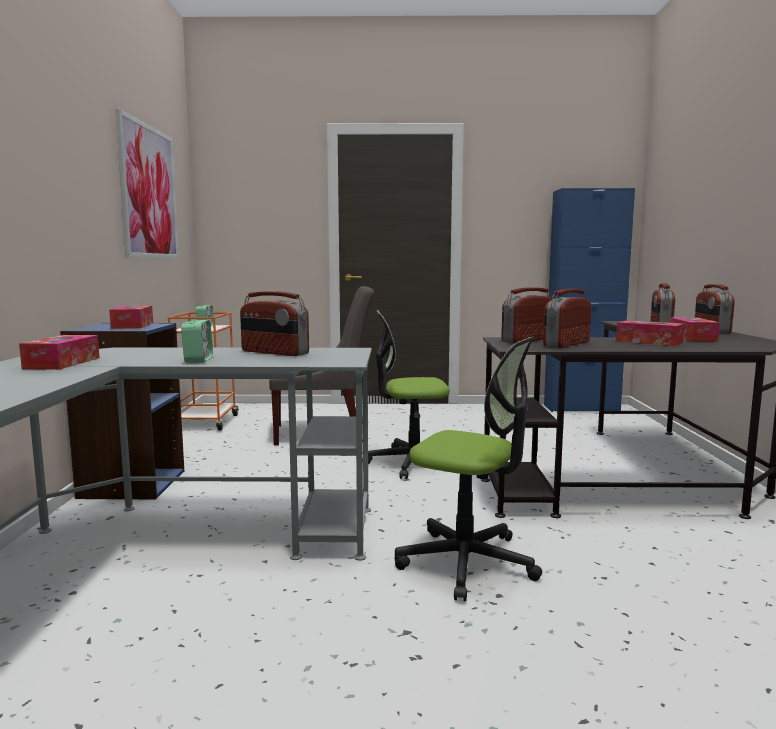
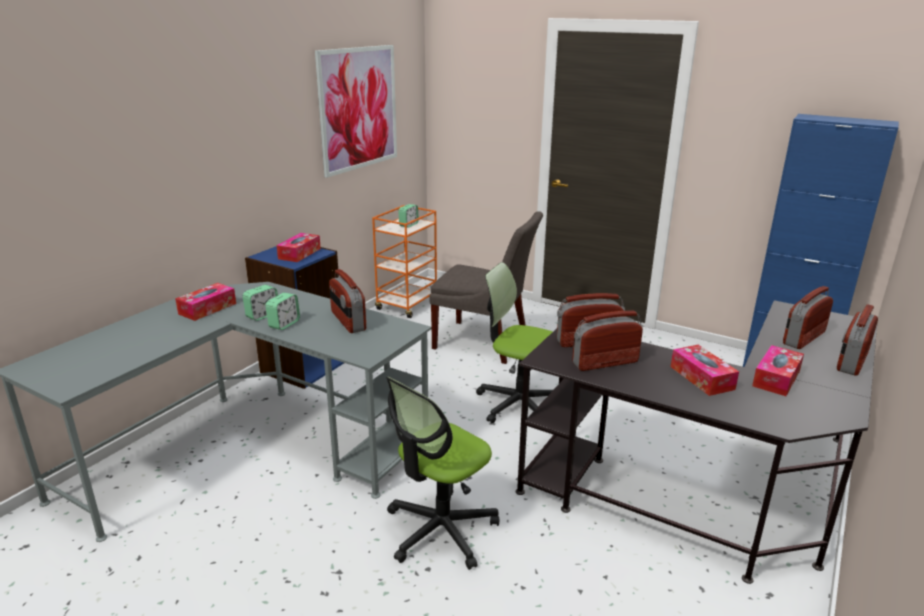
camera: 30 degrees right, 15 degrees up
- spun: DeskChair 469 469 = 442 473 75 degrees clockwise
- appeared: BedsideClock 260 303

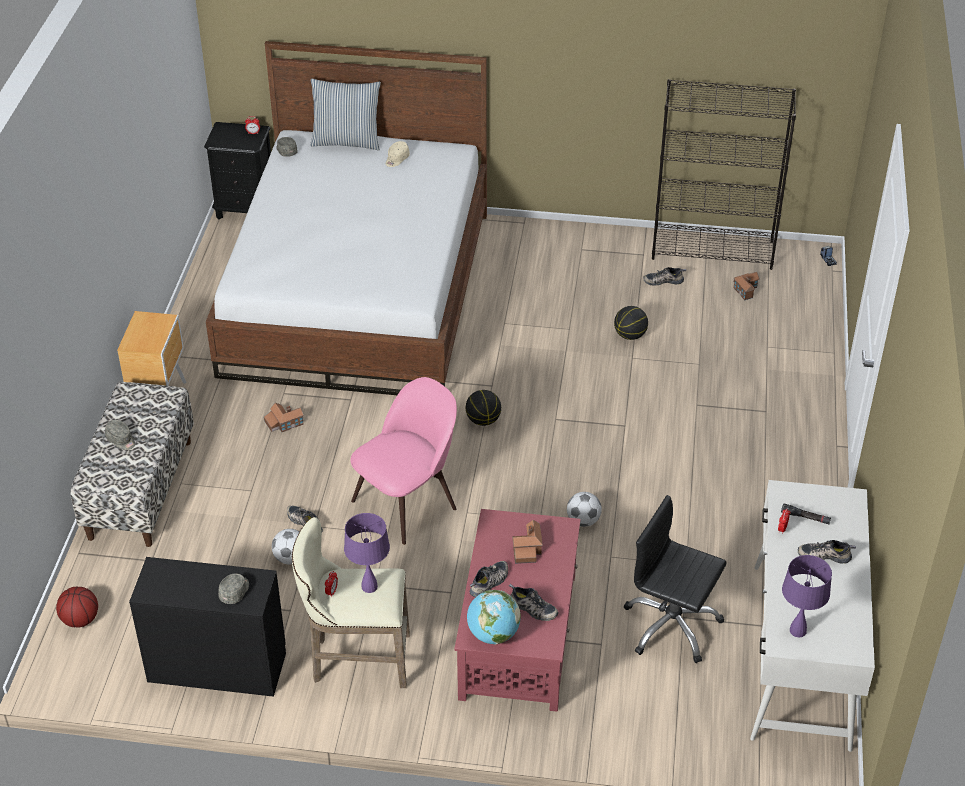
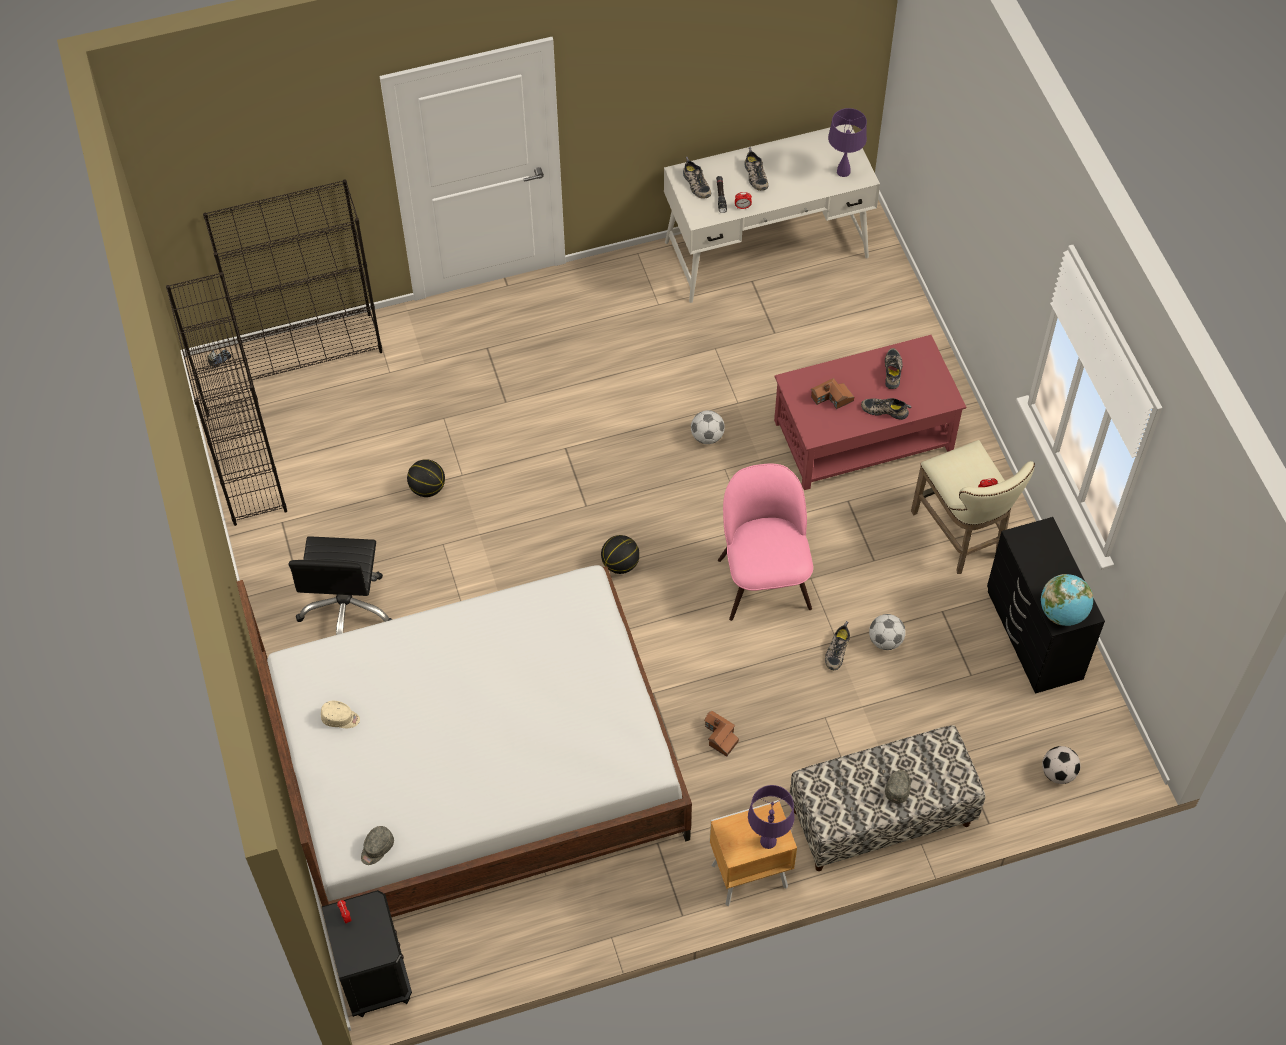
camera: 115 degrees left, 15 degrees up
- missing: ThrowPillow 345 114
- relocated: Shoe 664 276 to 697 178
- missing: ModelHouse 746 286
- spun: PinkPlainChair 403 461 = 765 542 60 degrees clockwise
- relocated: BlackDeskChair 675 579 to 340 585
- relocated: PurpleColouredLampForATable 367 553 to 771 817
- missing: GrayPeakedCap 233 588
- exchanged: BasketballBall 77 607 to BallForFootball 1061 765
- relocated: Globe 494 617 to 1067 600
- appeared: BlackBookshelf 292 281

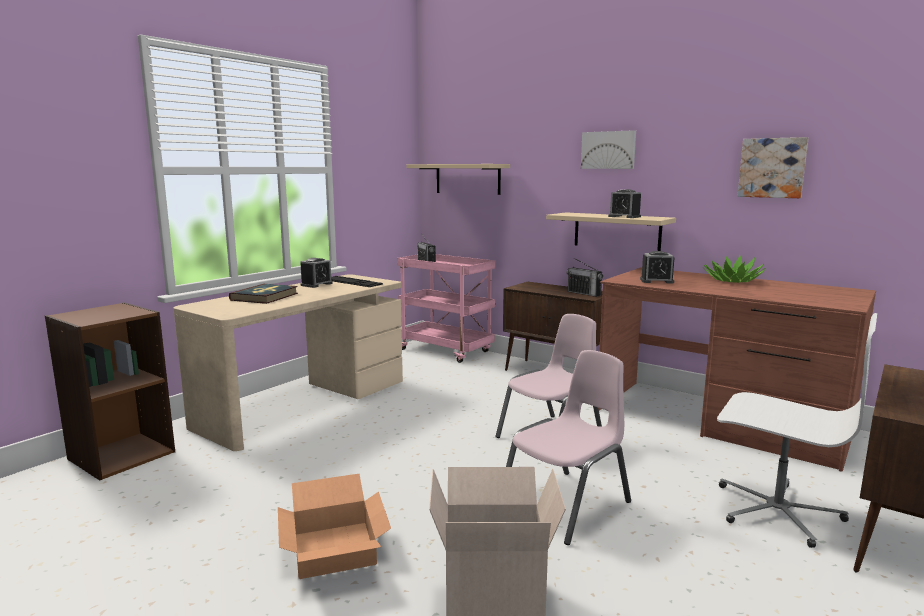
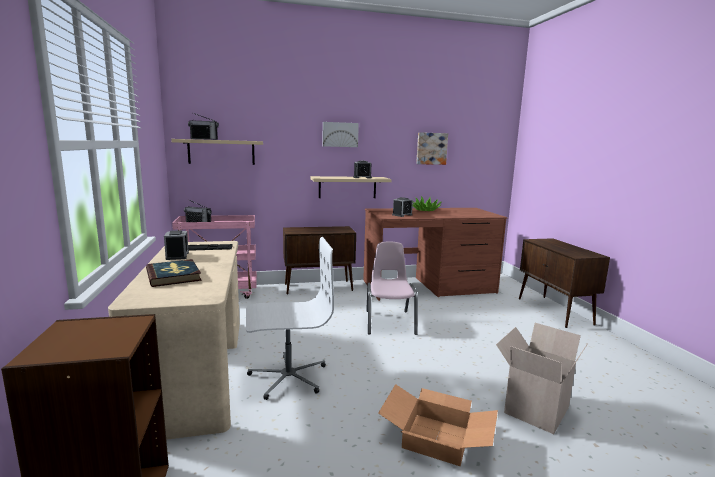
camera: 50 degrees left, 0 degrees up
- relocated: Radio 585 277 to 203 126
- relocated: WhiteColouredDeskChair 797 430 to 290 318
- missing: PinkPlainChair 568 447

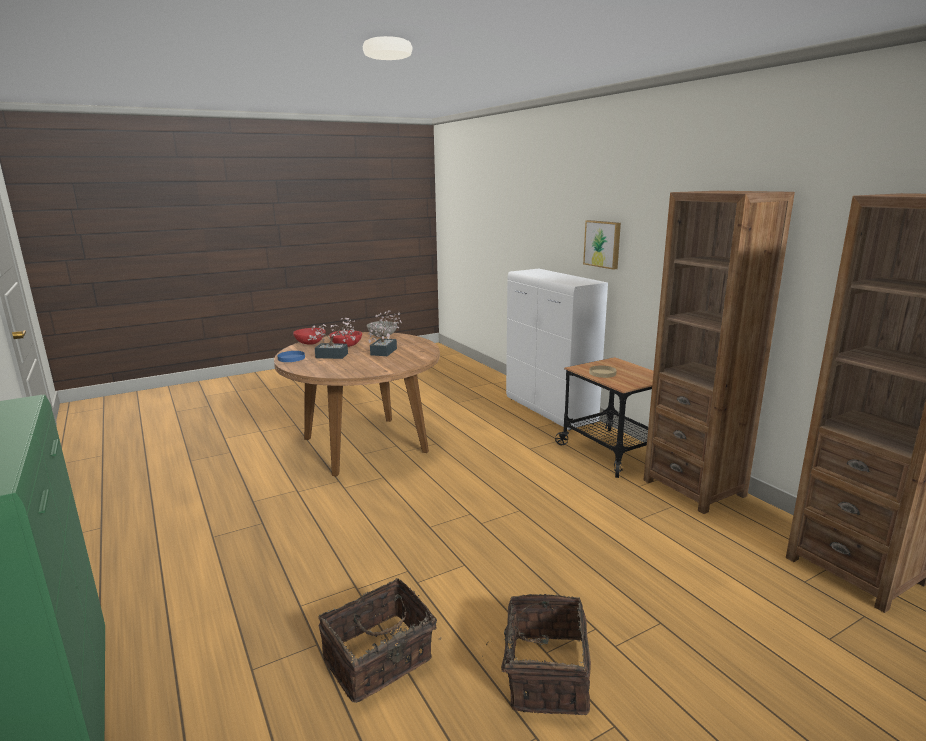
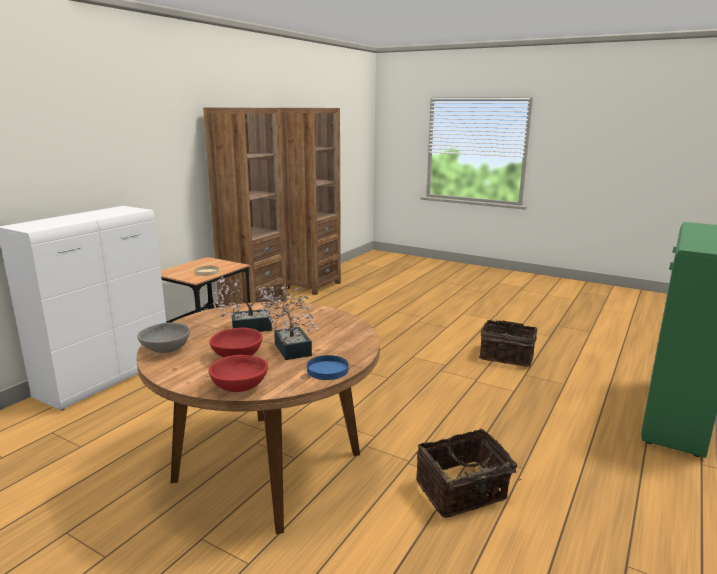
camera: 120 degrees left, 0 degrees up
- missing: WallArt 602 245
- relocated: StorageBasket 538 654 to 468 473

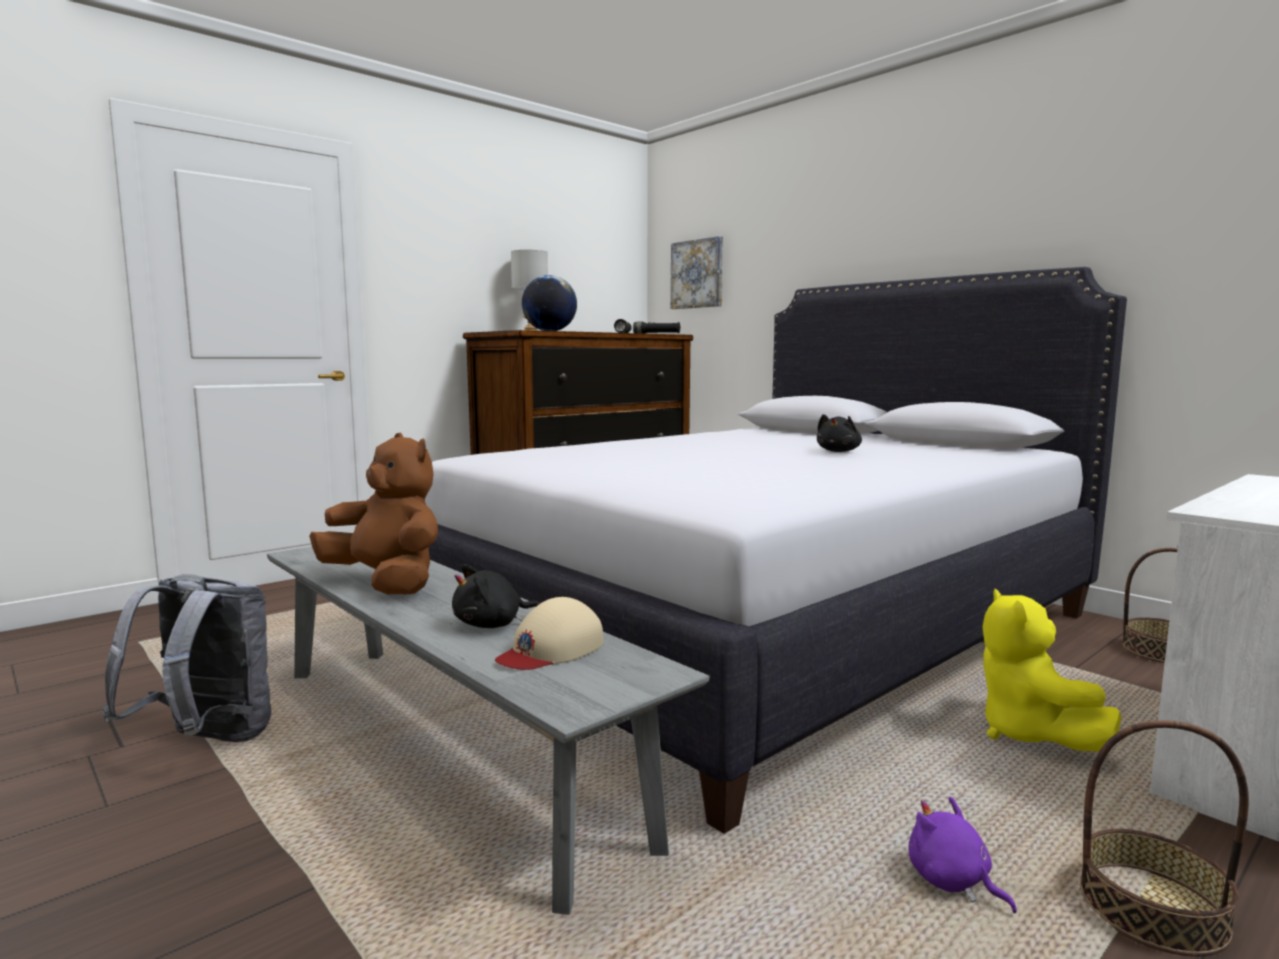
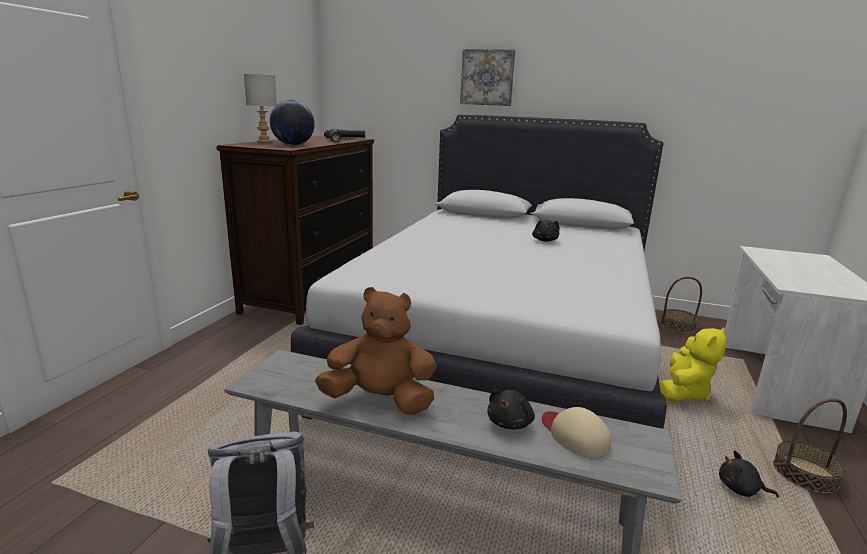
camera: 30 degrees left, 10 degrees up
- relocated: WallArt 697 272 to 487 77
- spun: YellowishSoftToy 1051 669 = 693 364 105 degrees counterclockwise
- spun: BeigePeakedCap 549 633 = 576 432 135 degrees clockwise
- colour: PurpleColouredSoftToy 962 854 to BlackSoftToy 749 474

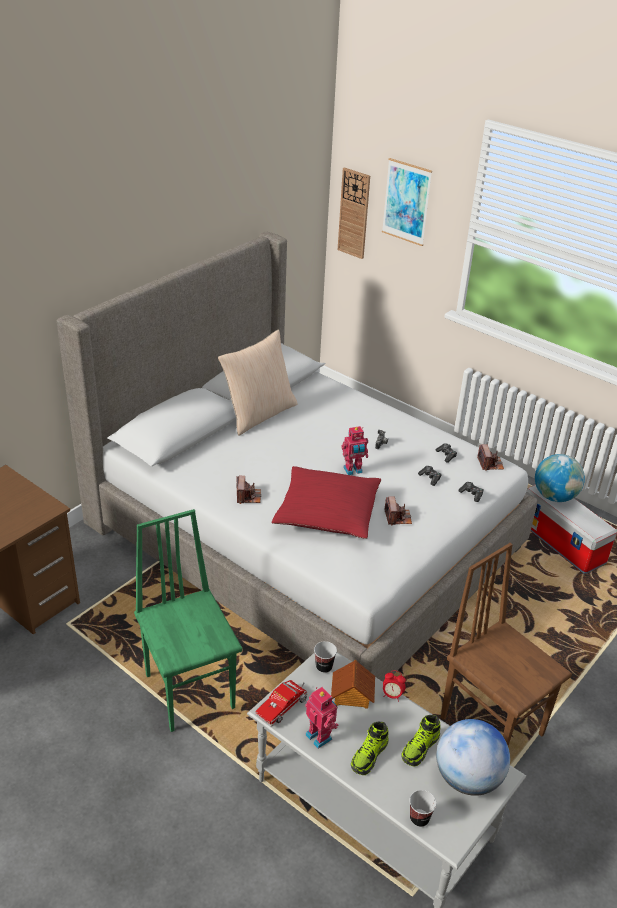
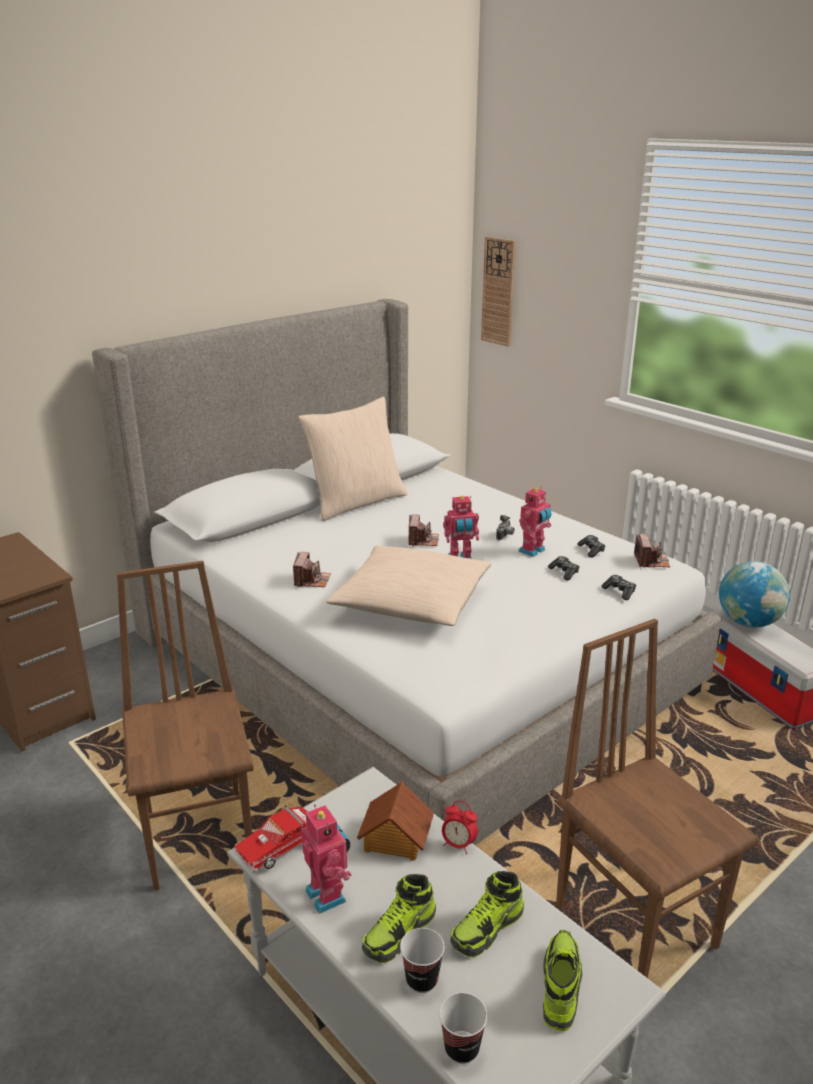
camera: 10 degrees right, 10 degrees down
- missing: WallArt 407 202
- colour: RedThrowPillow 326 502 to BeigeThrowPillow 408 585
- relocated: PhotoCamera 398 511 to 424 530
- colour: GreenPlainChair 188 620 to BrownPlainChair 185 726
- relocated: SmallCup 325 657 to 422 960
- exchanged: Globe 473 757 to Shoe 562 980
- appeared: ModelRobot 535 522

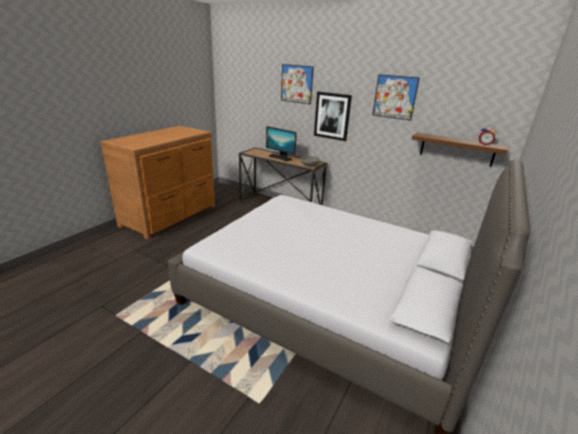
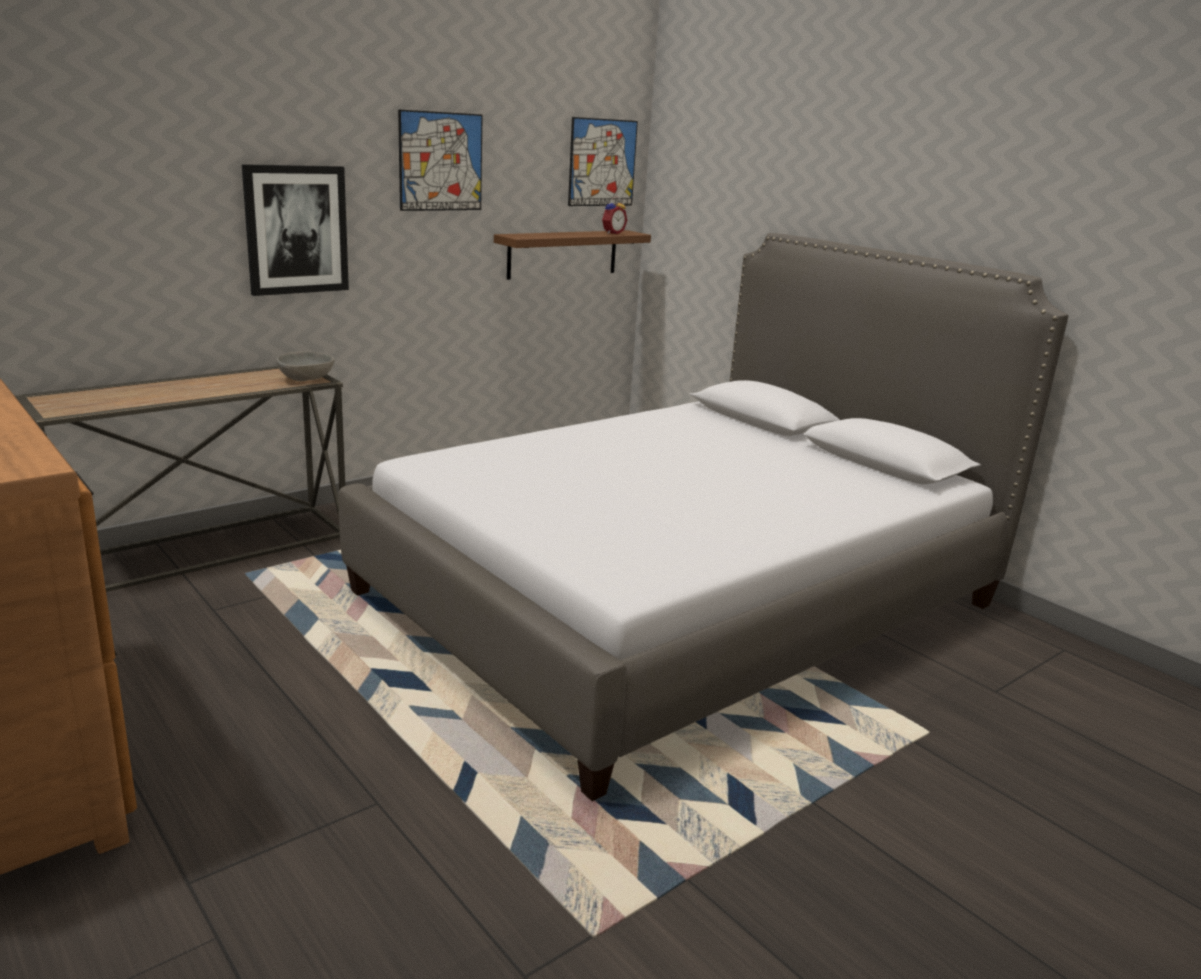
camera: 70 degrees left, 5 degrees down
- relocated: WallArt 297 84 to 603 161
- missing: Monitor 281 143

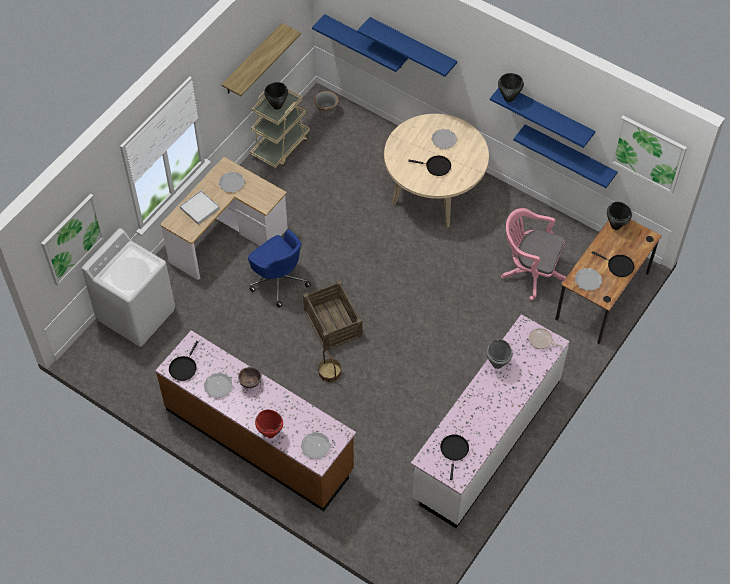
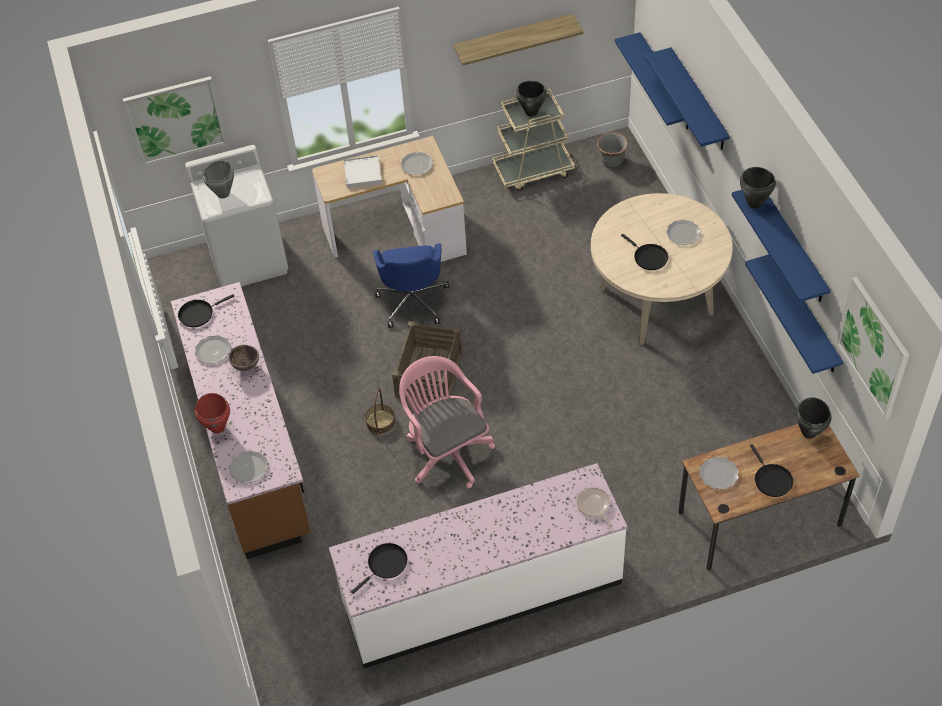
camera: 40 degrees right, 5 degrees down
- relocated: PinkDeskChair 533 254 to 447 422
- relocated: GrayStockpot 499 354 to 218 179

